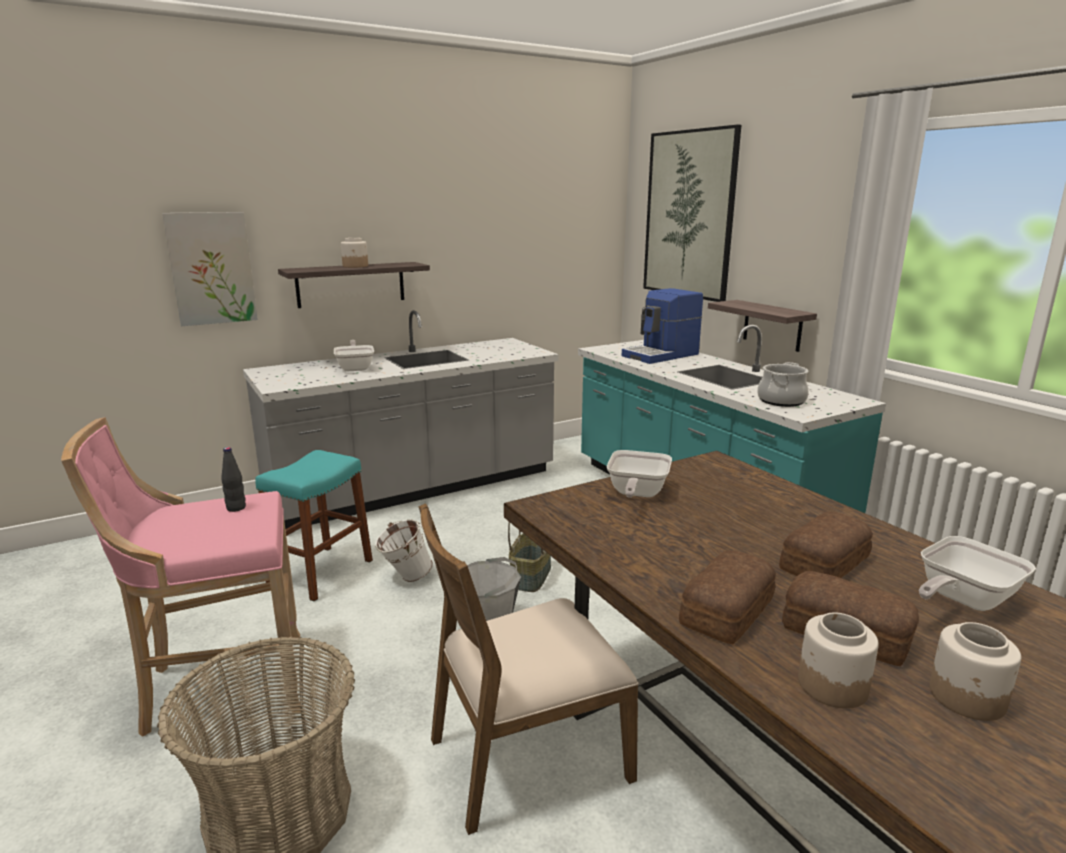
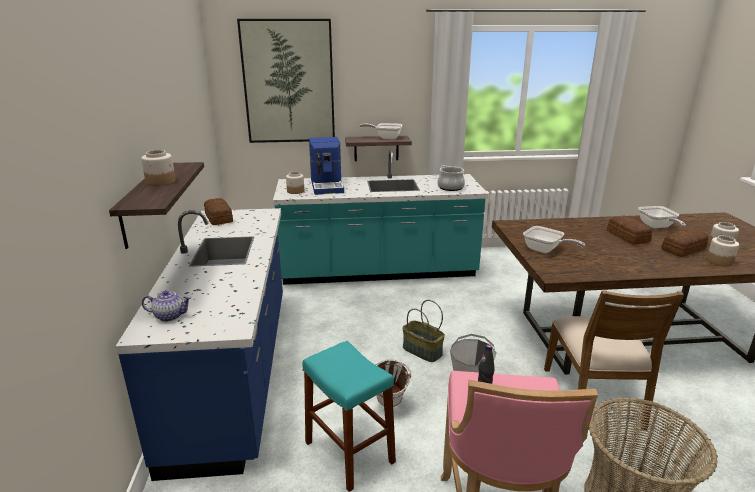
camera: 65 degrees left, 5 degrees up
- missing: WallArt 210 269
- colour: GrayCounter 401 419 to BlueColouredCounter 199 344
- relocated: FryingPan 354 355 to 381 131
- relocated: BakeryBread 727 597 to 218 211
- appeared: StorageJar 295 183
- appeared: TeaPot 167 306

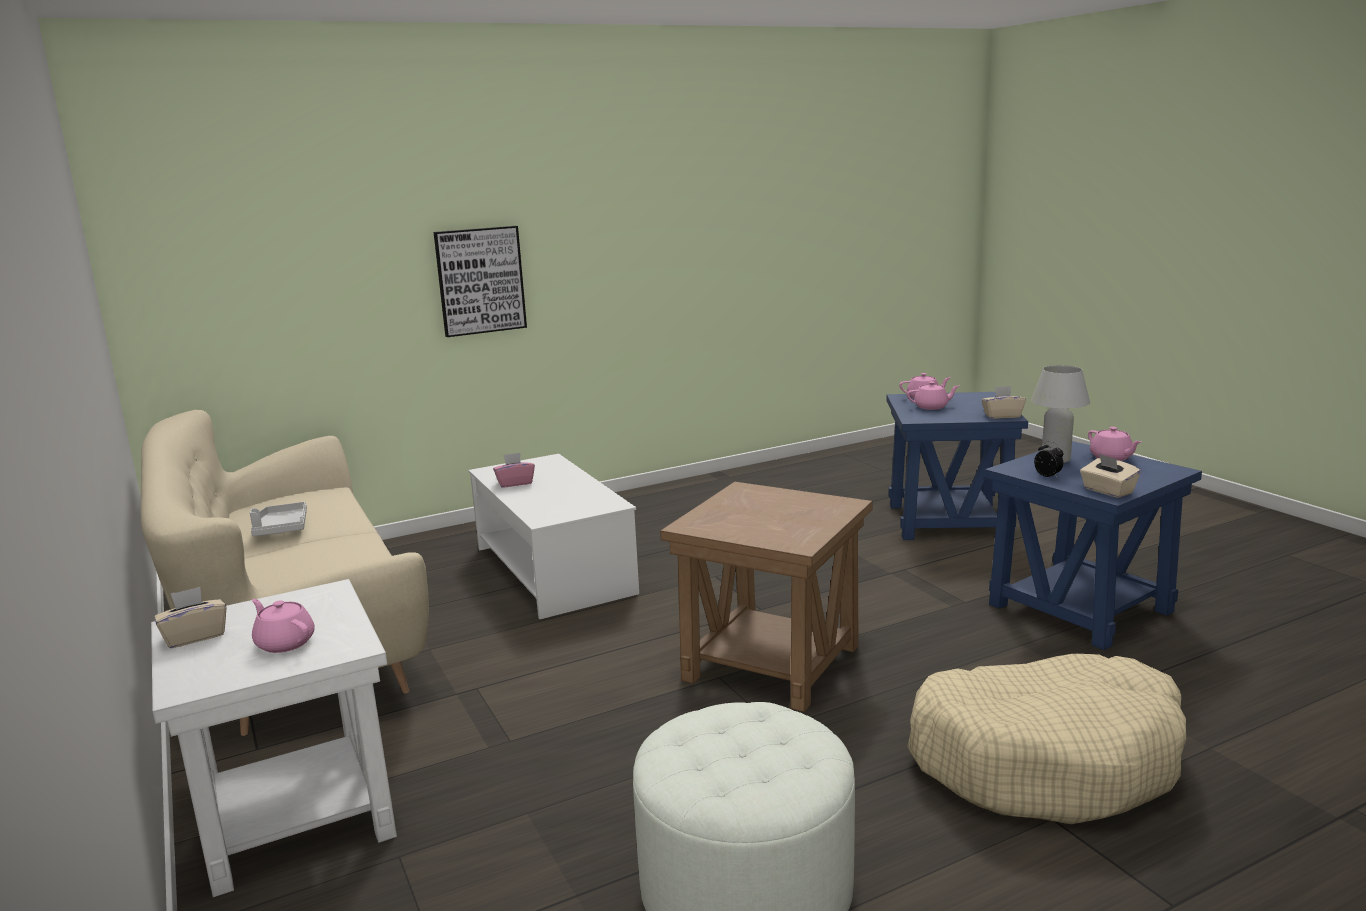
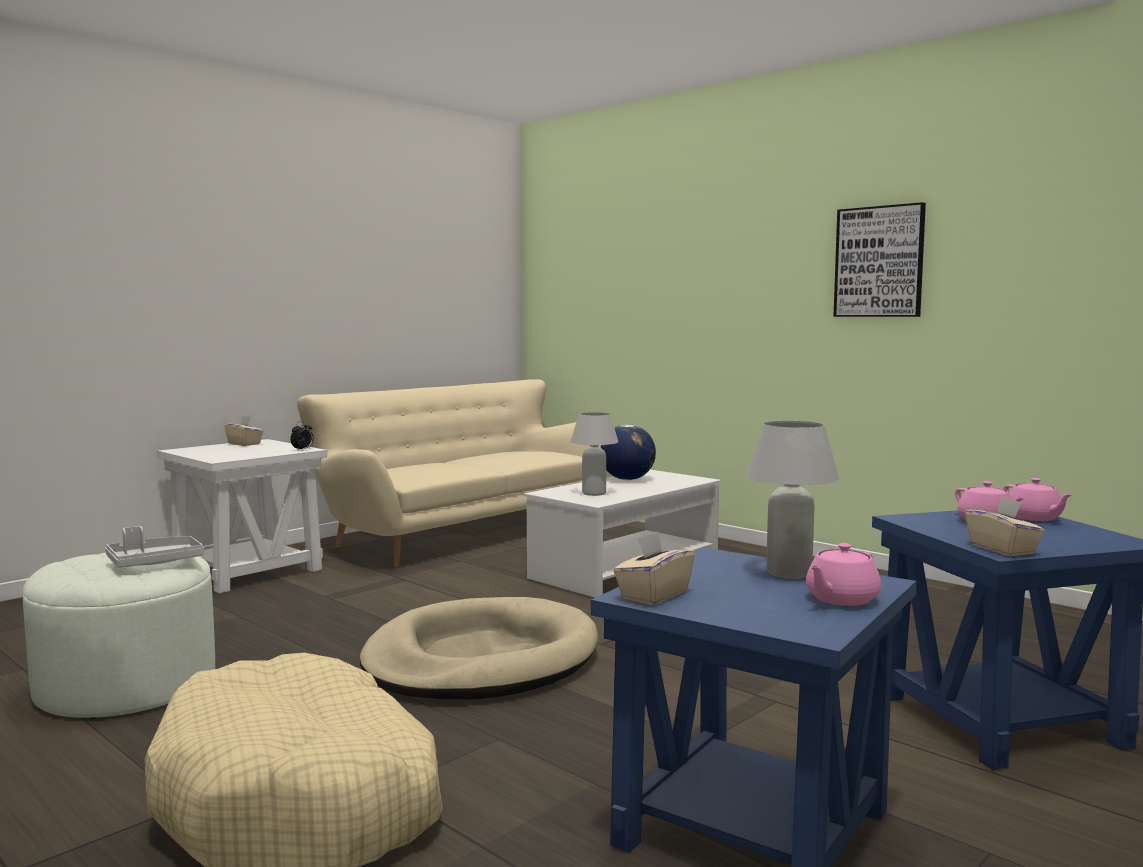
camera: 70 degrees right, 10 degrees down
- relocated: WallArt 480 281 to 879 259
- relocated: BedsideClock 1048 459 to 302 436
- exchanged: PinkBoxOfTissues 514 470 to Globe 628 452
- exchanged: BrownAccentTable 766 597 to BeigeDogBed 479 648
- relocated: GrayServingTray 278 519 to 154 547
- missing: PinkTeaPot 283 626
- appeared: WhiteColouredLampForATable 594 454

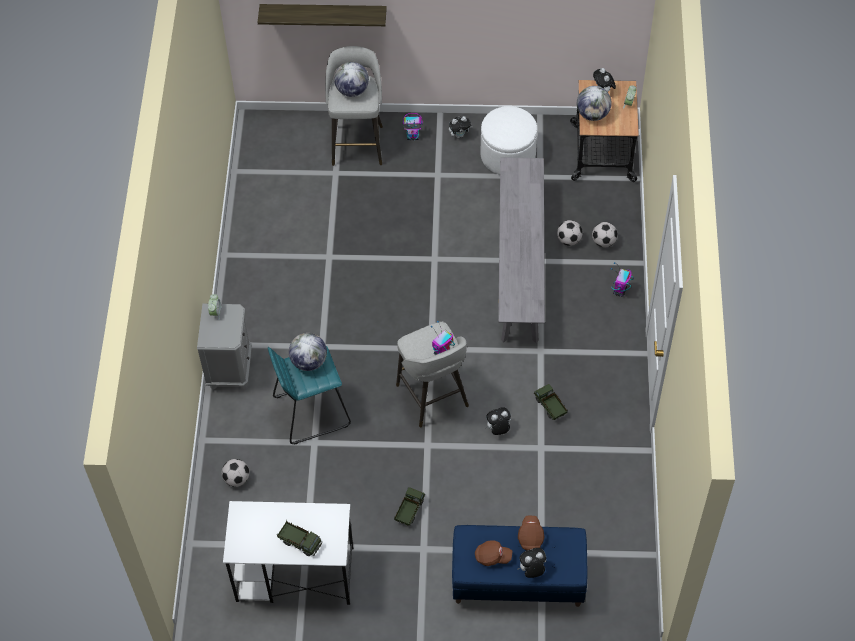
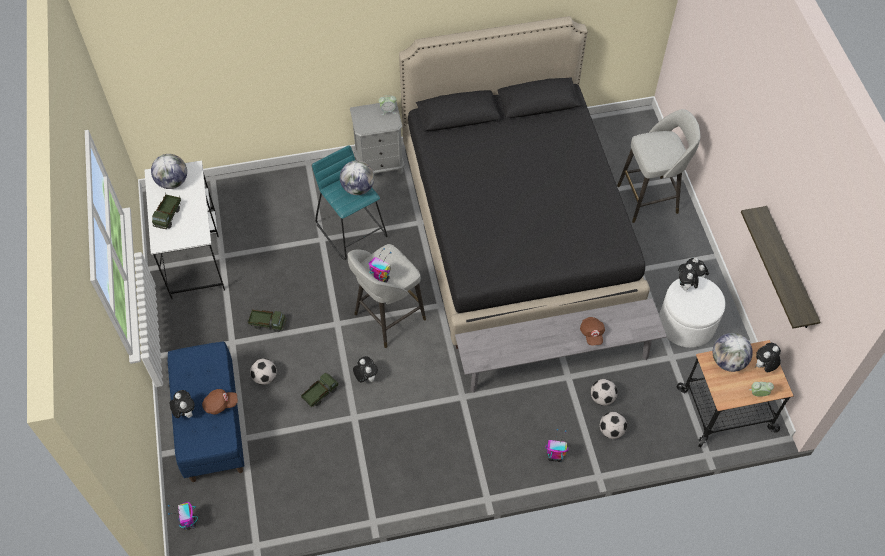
camera: 75 degrees right, 0 degrees up
- relocated: Shelf 322 15 to 780 267
- relocated: Globe 351 79 to 169 171
- relocated: ModelRobot 413 126 to 183 516
- relocated: ModelTruck 551 402 to 320 390
- relocated: BallForFootball 235 473 to 263 371
- relocated: BrownPeakedCap 493 553 to 592 331
- appeared: BlackBedroomBed 524 182
- appeared: SoftToy 688 277

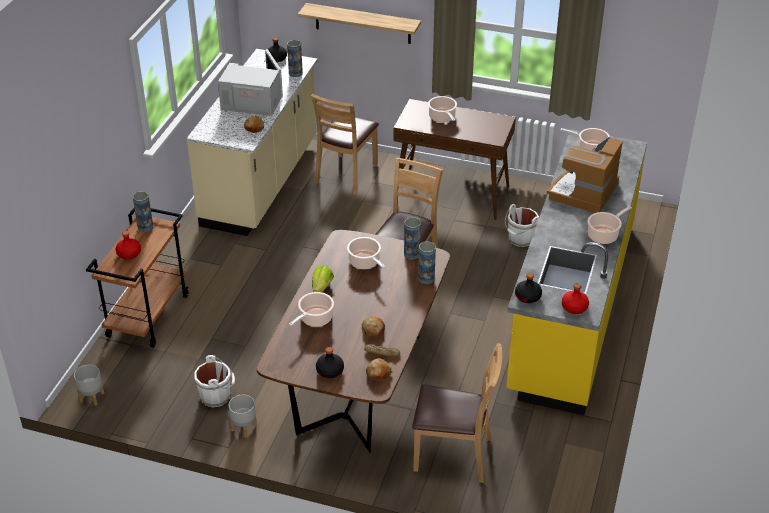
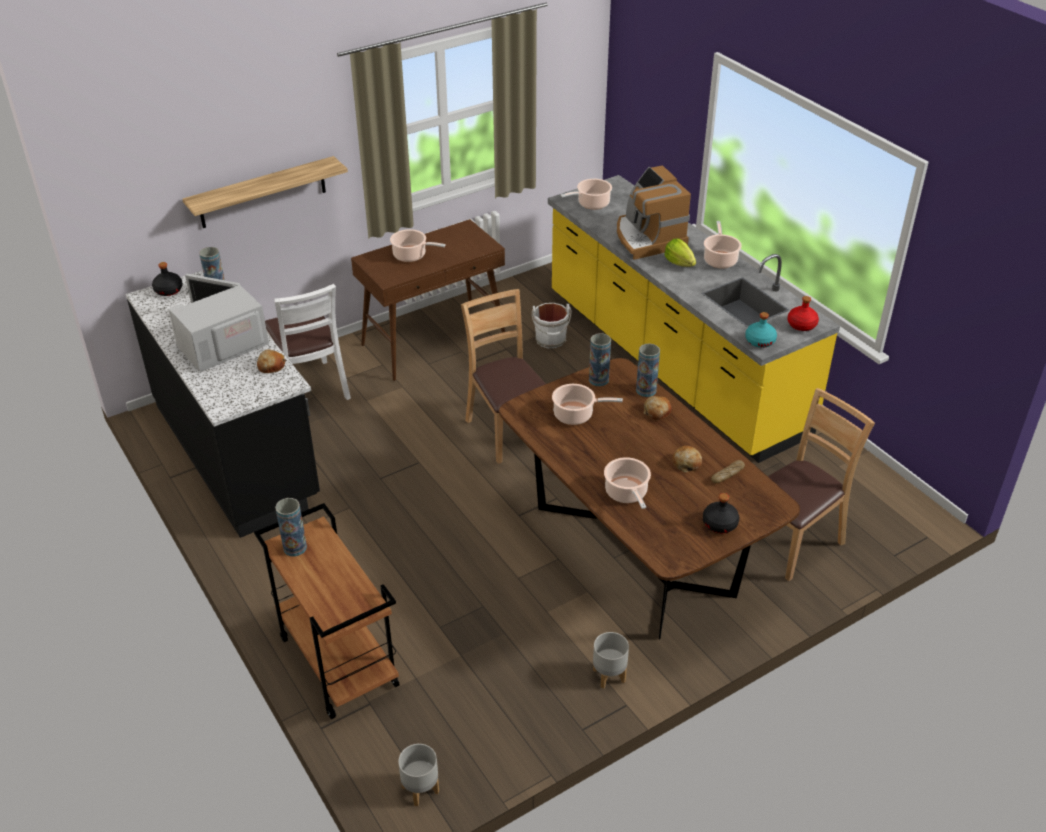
camera: 50 degrees left, 0 degrees up
- colour: BeigeCounter 252 142 to BlackCounter 223 404
- colour: BrownPlainChair 345 144 to WhiteColouredPlainChair 308 342
- missing: RedBottle 128 245
- relocated: LettuceHead 323 278 to 680 252
- colour: BlackBottle 528 288 to BlueGreenBottle 761 330
- missing: WhiteColouredBucket 214 381
- relocated: BakeryBread 379 369 to 658 408

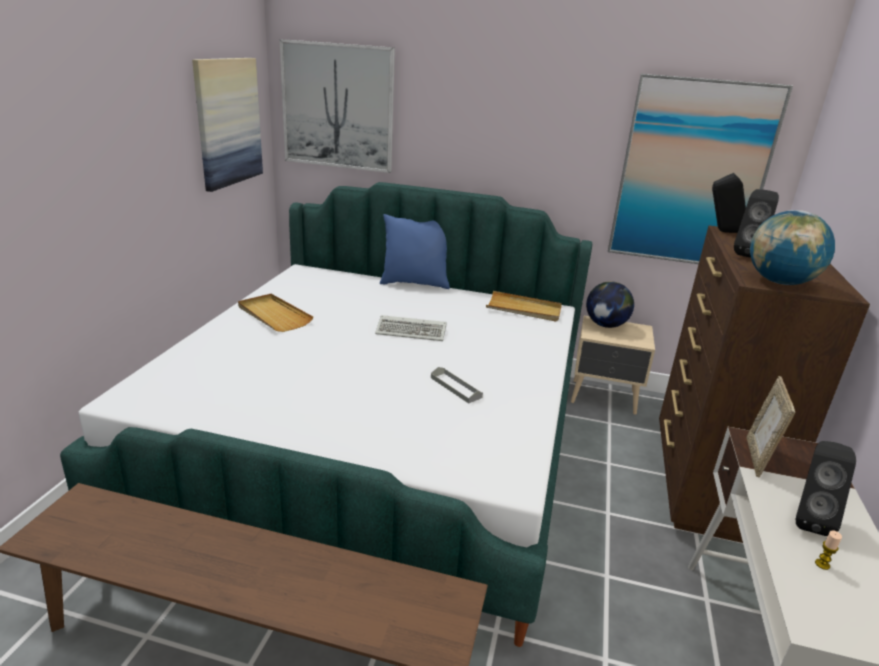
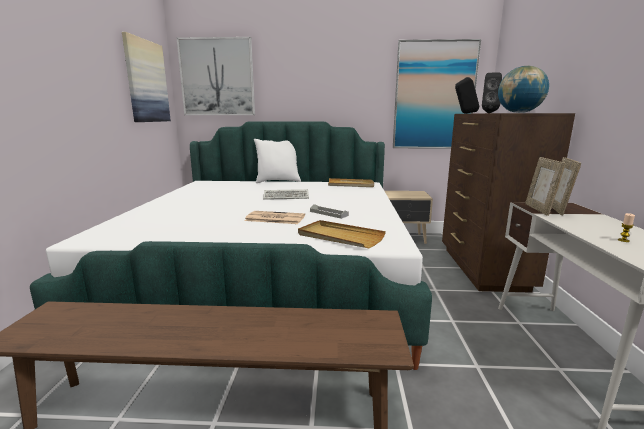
camera: 10 degrees left, 10 degrees down
- colour: BlueColouredThrowPillow 415 251 to WhiteColouredThrowPillow 277 161
- missing: Globe 610 304
- relocated: BeigeServingTray 275 313 to 342 234
- missing: BlackLoudspeaker 826 488
- appeared: StandingFrame 566 186
- appeared: DailyPaper 275 217

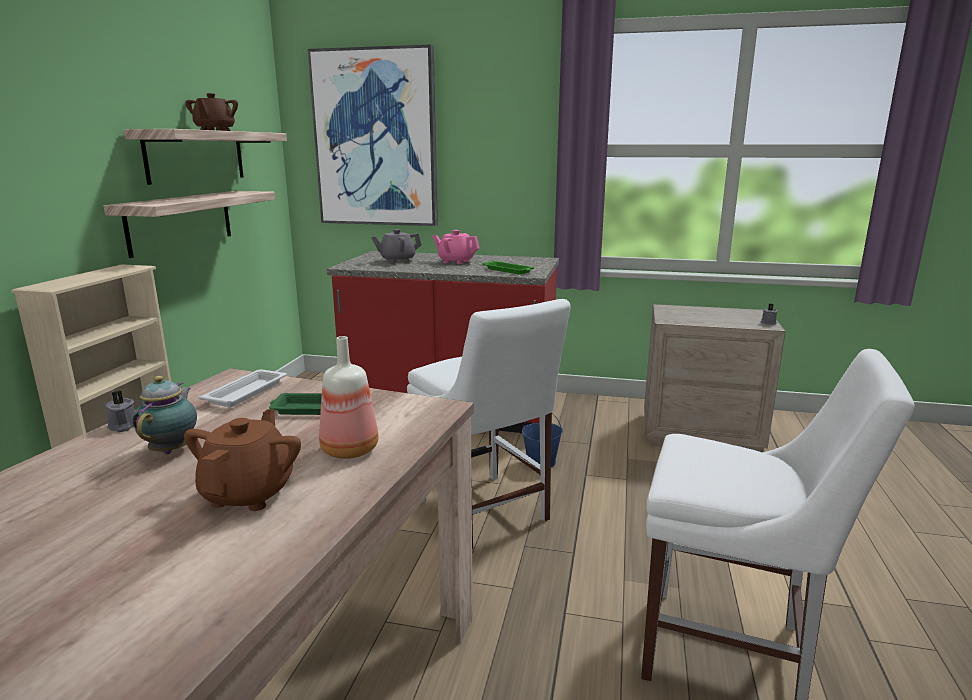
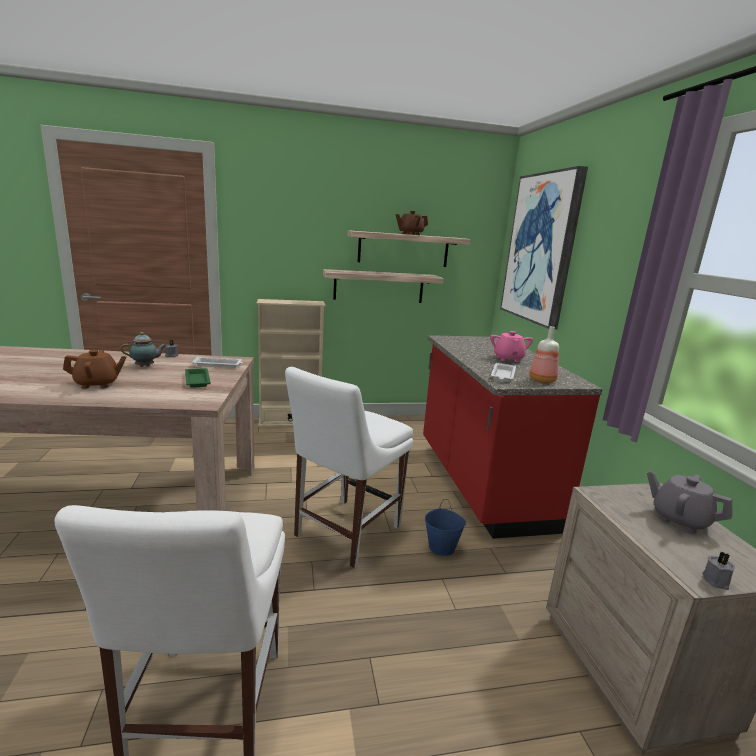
camera: 65 degrees right, 0 degrees up
- relocated: GrayTeaPot 396 246 to 689 502
- colour: GreenServingTray 508 267 to WhiteColouredServingTray 503 372
- relocated: Bottle 348 397 to 544 354

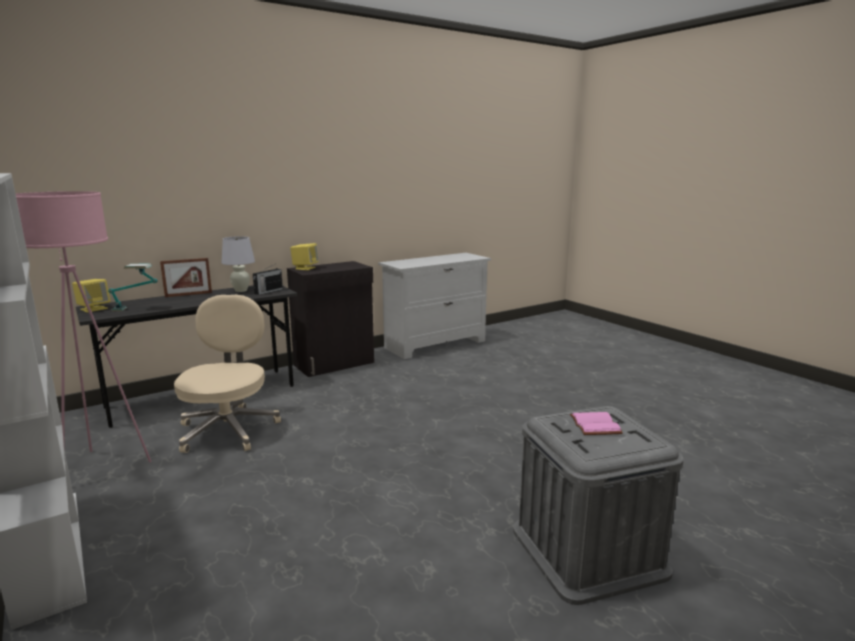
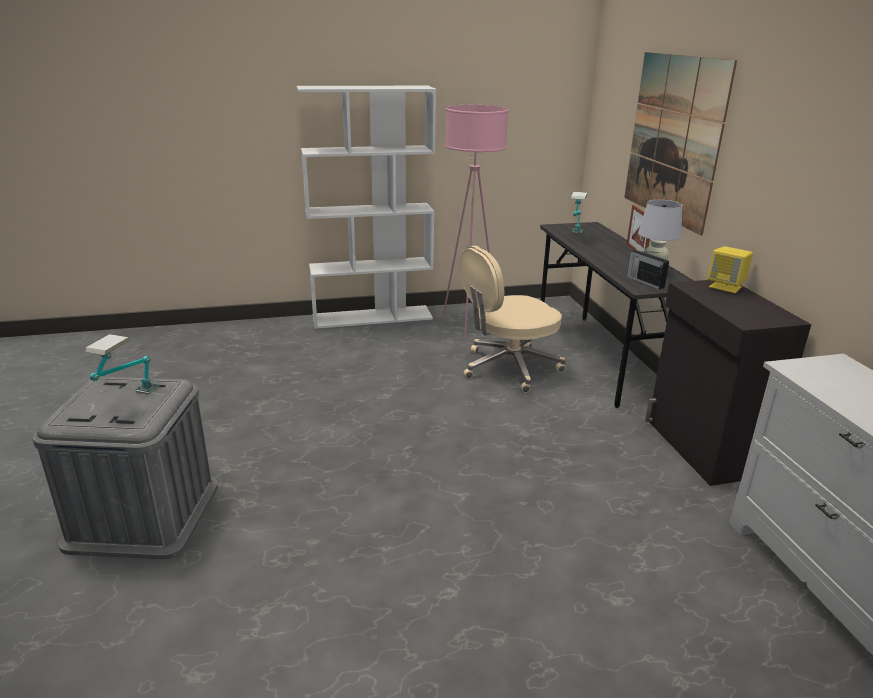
camera: 110 degrees right, 10 degrees up
- missing: YellowishLoudspeaker 91 296
- spun: BeigeDeskChair 227 374 = 513 319 135 degrees clockwise
- exchanged: PinkBook 596 423 to LampForATable 122 364
- appeared: WallArt 680 144

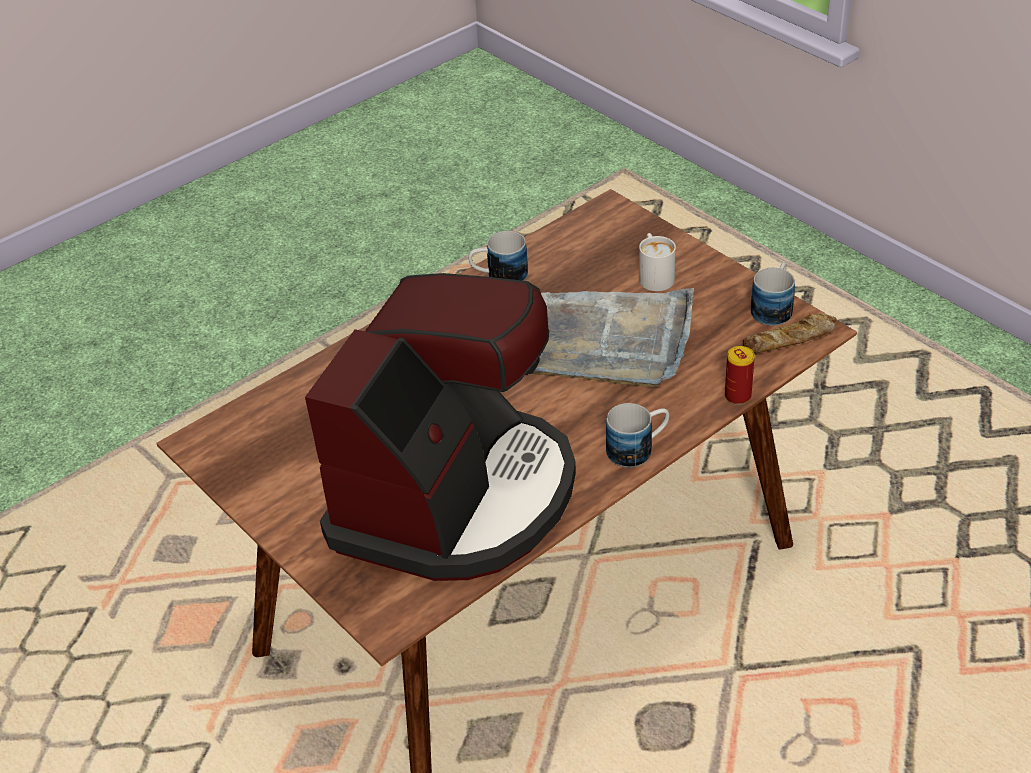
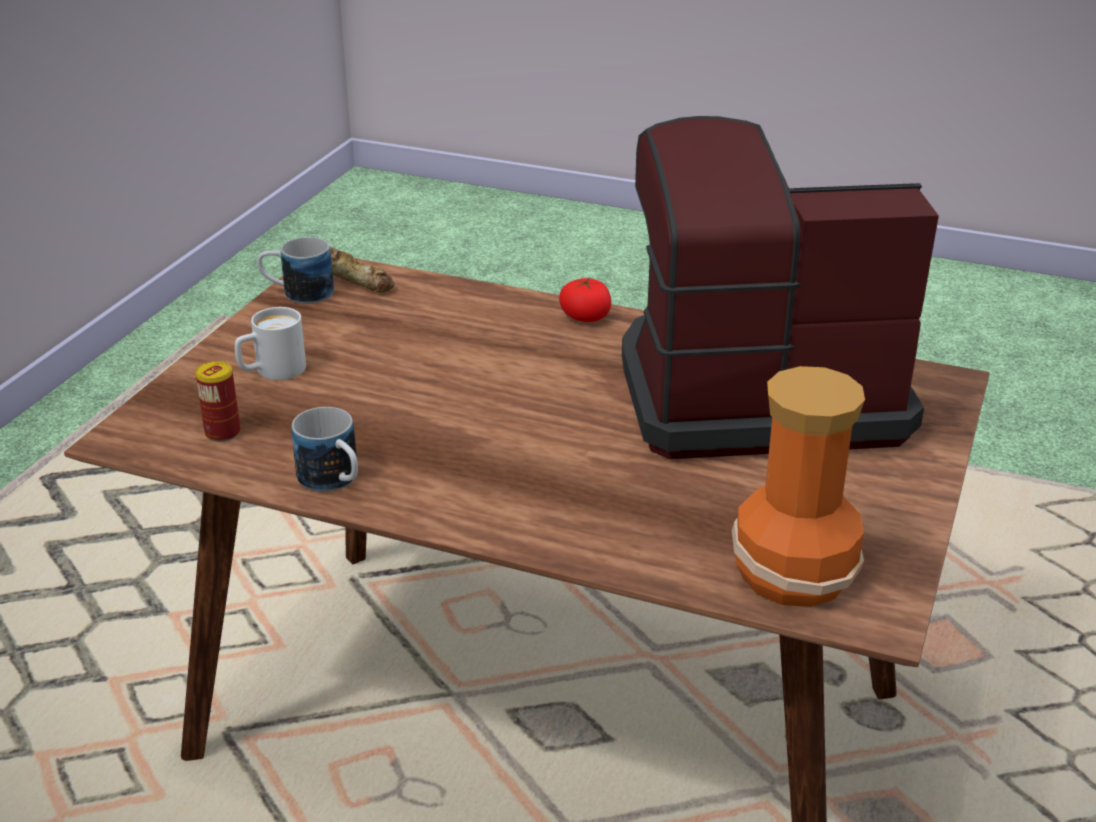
camera: 120 degrees left, 10 degrees down
- missing: GrayServingTray 613 337
- relocated: SealedCan 740 375 to 217 401
- exchanged: Mug 637 435 to FreshTomato 585 299
- appeared: Vase 798 486

